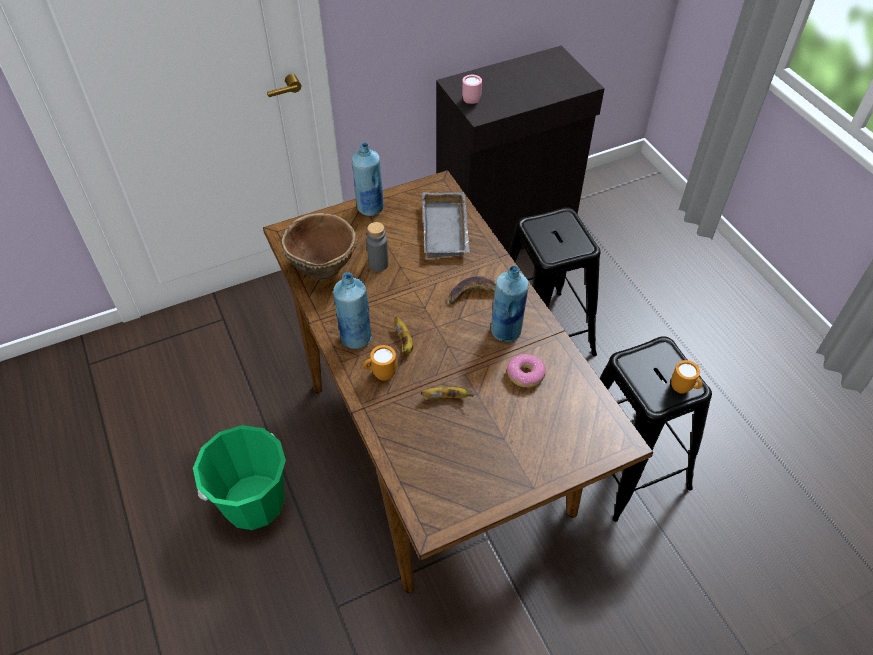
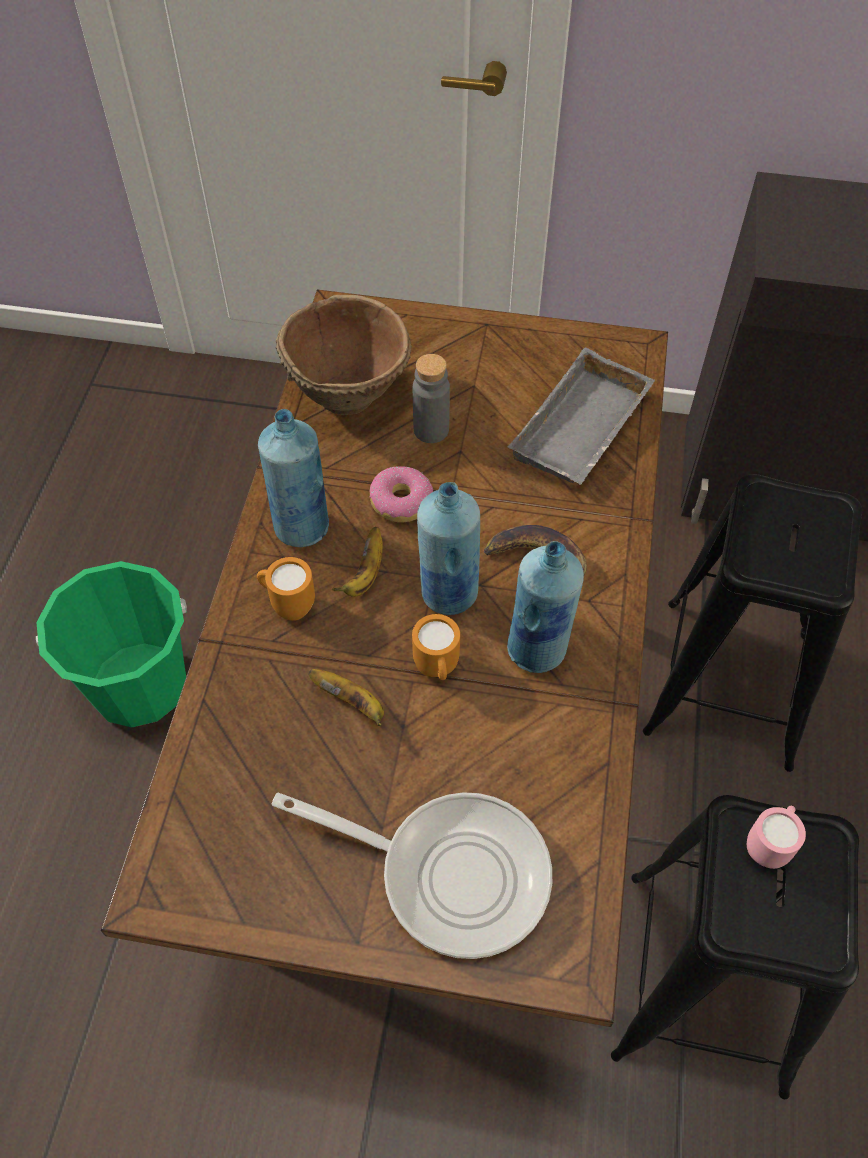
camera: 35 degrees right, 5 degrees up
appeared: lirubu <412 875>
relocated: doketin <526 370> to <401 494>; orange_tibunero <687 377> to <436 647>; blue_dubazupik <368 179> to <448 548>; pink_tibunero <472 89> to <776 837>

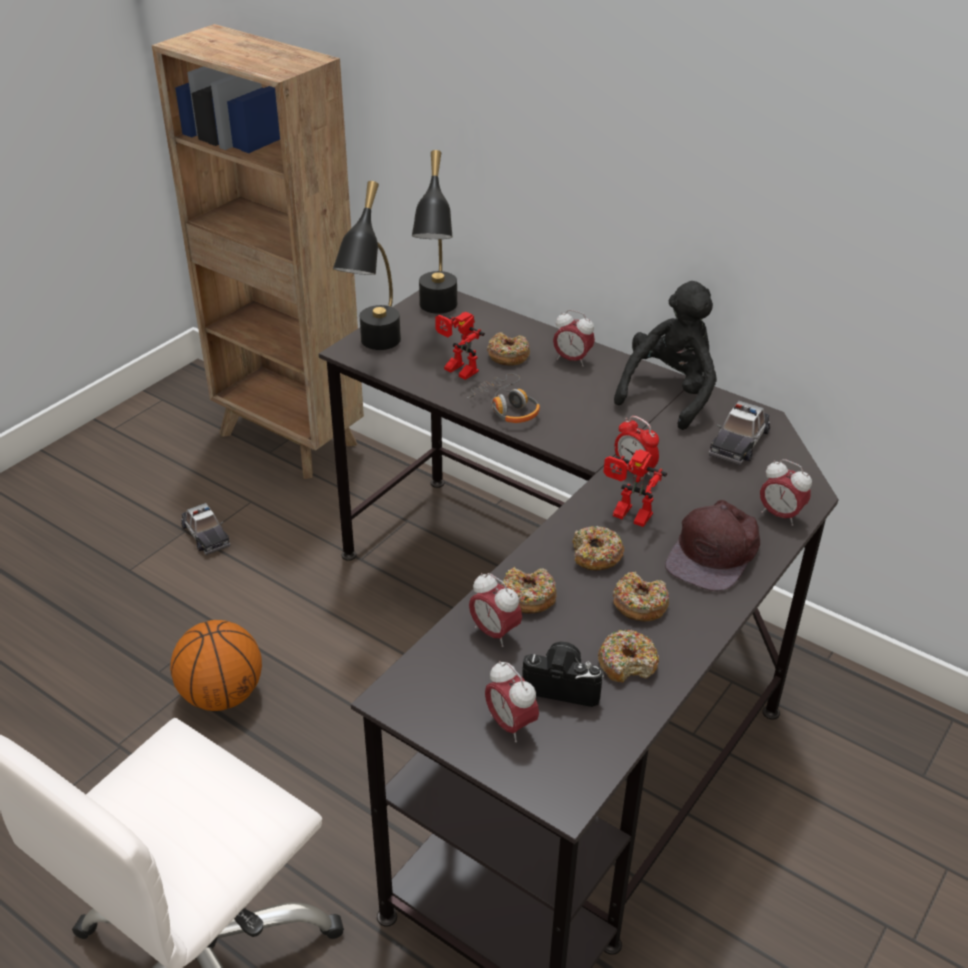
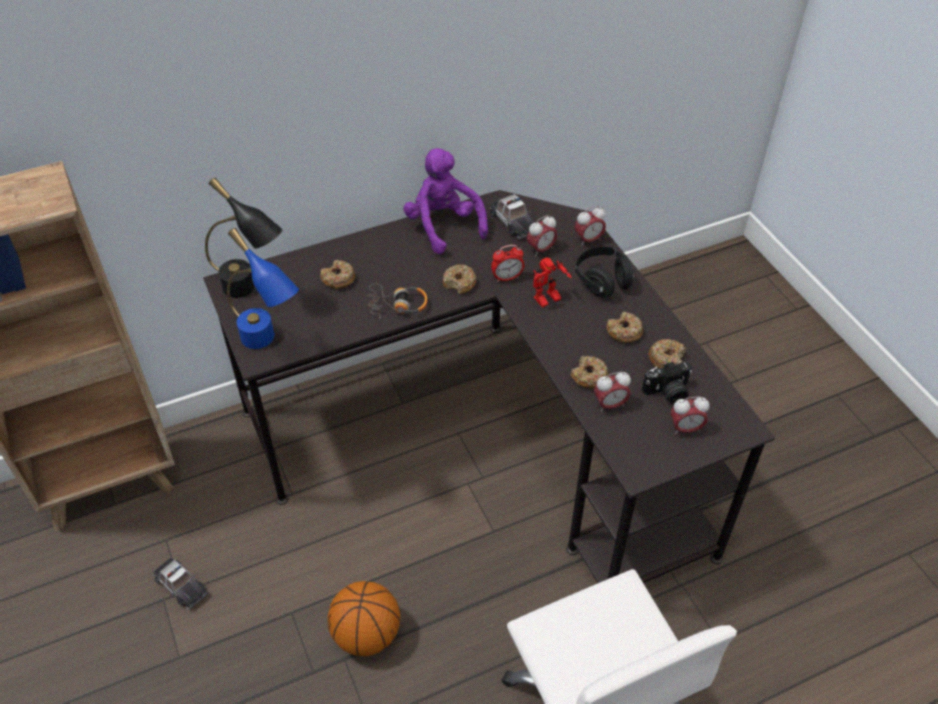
camera: 60 degrees left, 10 degrees up
missing: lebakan <460 346>
relocated: doketin <598 548> to <459 279>; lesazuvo <574 338> to <542 236>
exchanged: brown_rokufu <712 545> to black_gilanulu <605 272>
colour: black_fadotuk <367 265> to blue_fadotuk <263 288>; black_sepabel <665 355> to purple_sepabel <445 201>
spun: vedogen <205 529> = <180 583> 45 degrees clockwise; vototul <563 674> = <667 383> 150 degrees counterclockwise

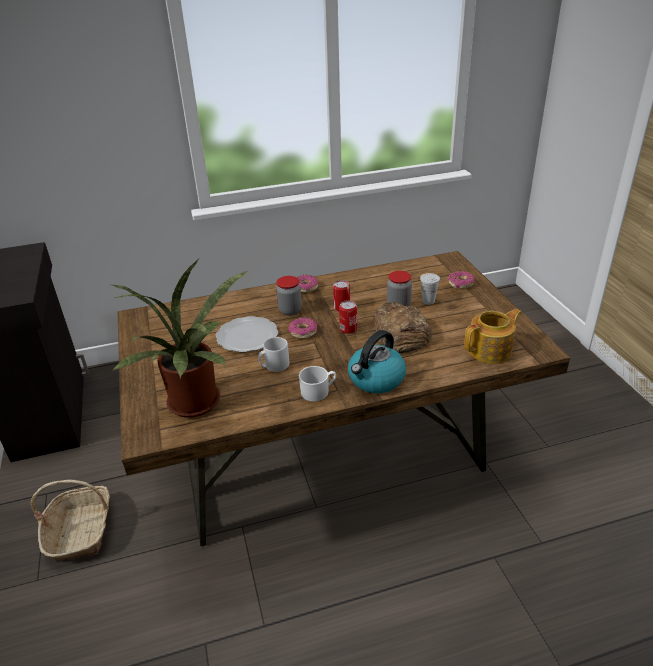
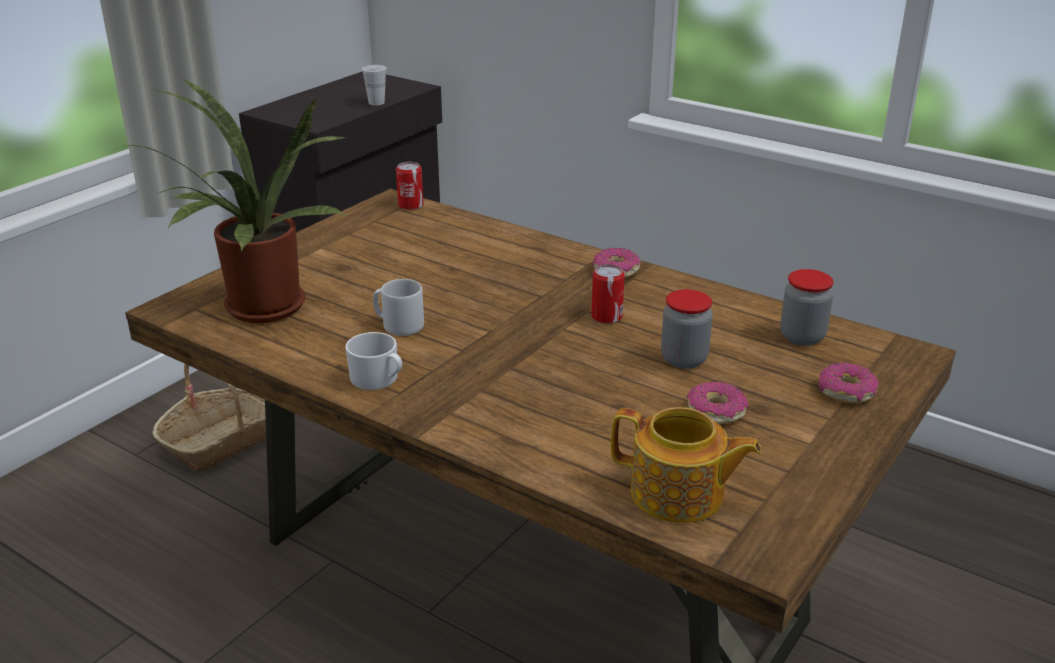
camera: 50 degrees right, 5 degrees down
missing: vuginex <247 334>; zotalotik <377 361>; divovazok <402 327>
relocated: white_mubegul <430 289> to <374 85>; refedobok <348 317> to <409 186>; doketin <303 328> to <717 402>; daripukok <289 296> to <807 307>

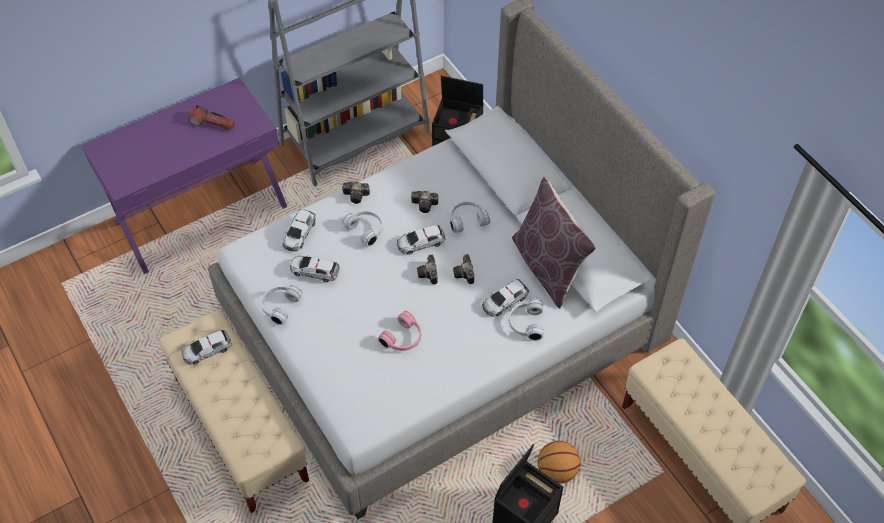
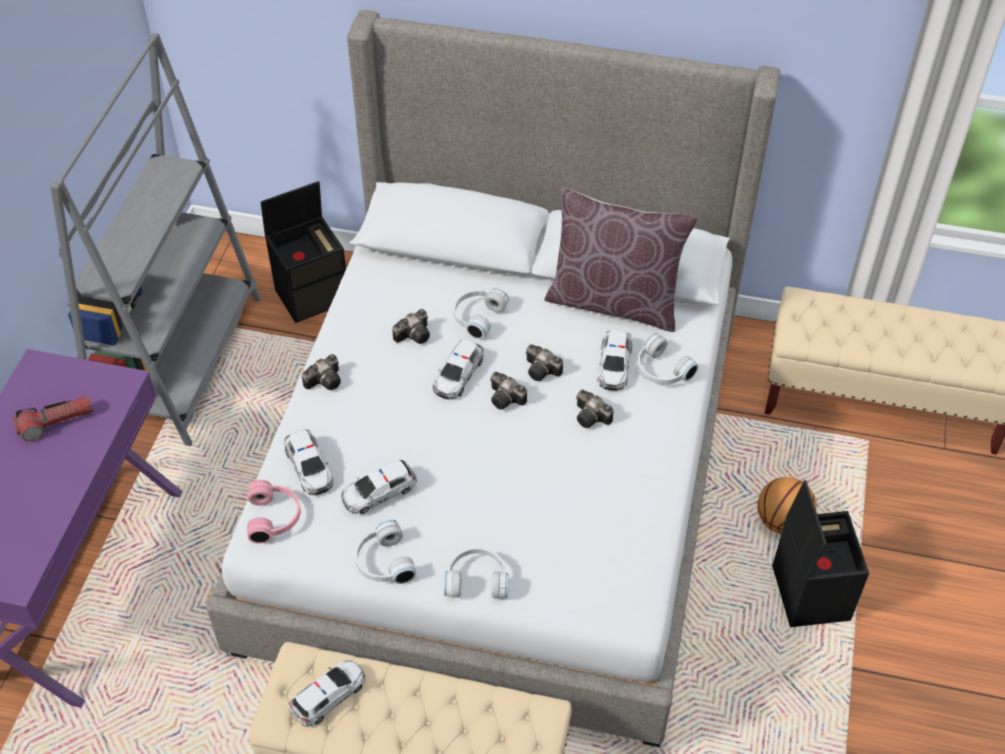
camera: 45 degrees left, 5 degrees down
appeared: vototul <595 409>
relocated: pink_gilanulu <399 331> to <274 512>; white_gilanulu <362 229> to <476 572>
spun: vedogen <207 347> = <326 693> 150 degrees counterclockwise

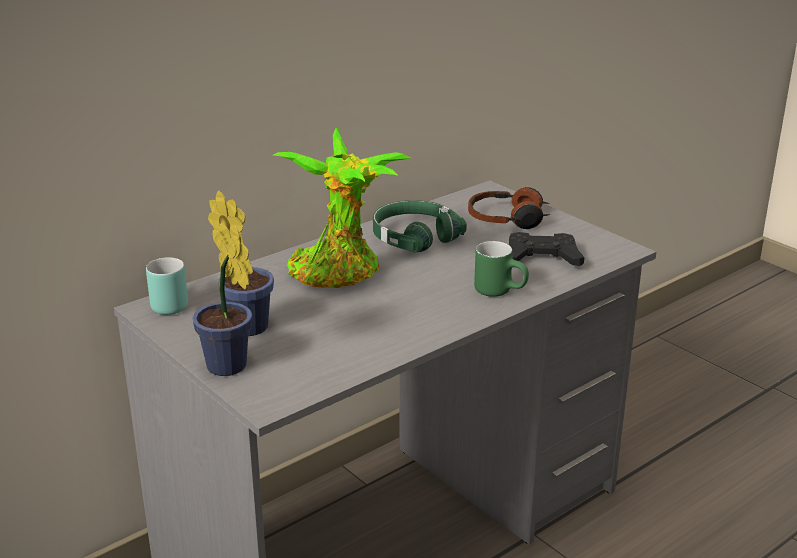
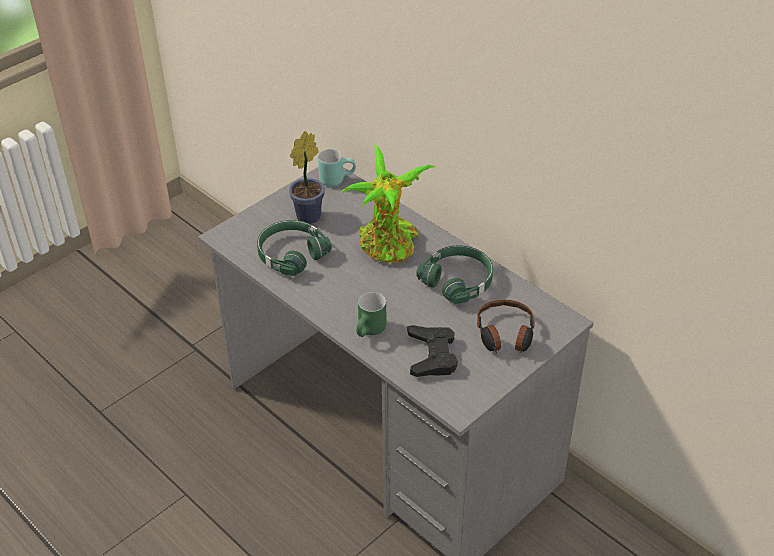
camera: 85 degrees right, 15 degrees up
missing: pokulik <222 299>
appeared: green_gilanulu <294 248>

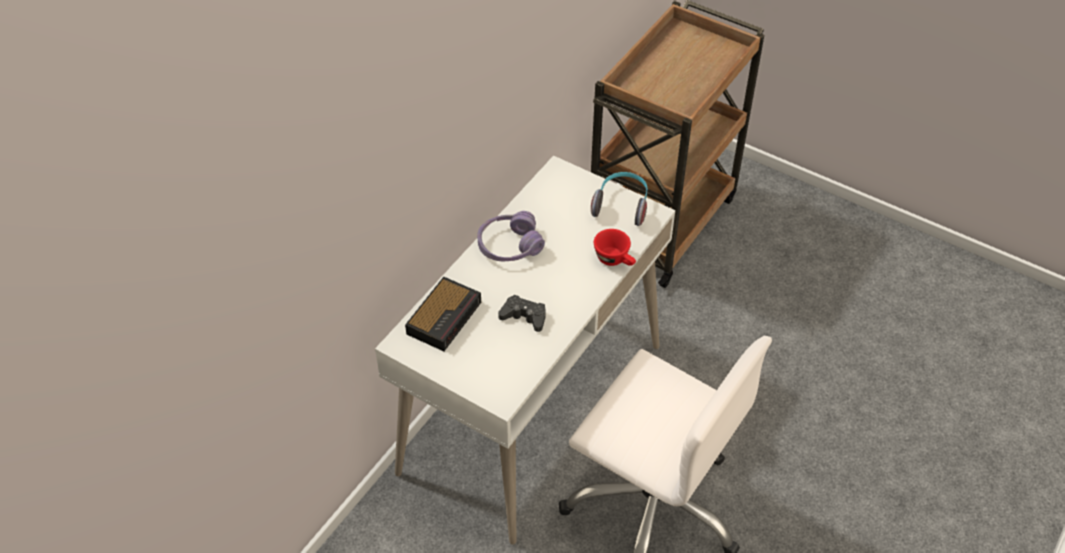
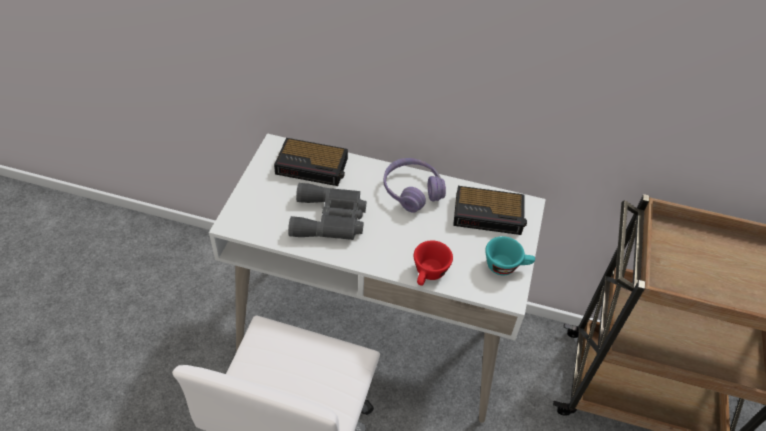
camera: 70 degrees right, 0 degrees up
appeared: lesazuvo <490 210>
exchanged: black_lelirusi <522 313> to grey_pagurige <327 211>; gilanulu <619 199> to turquoise_mubegul <510 256>

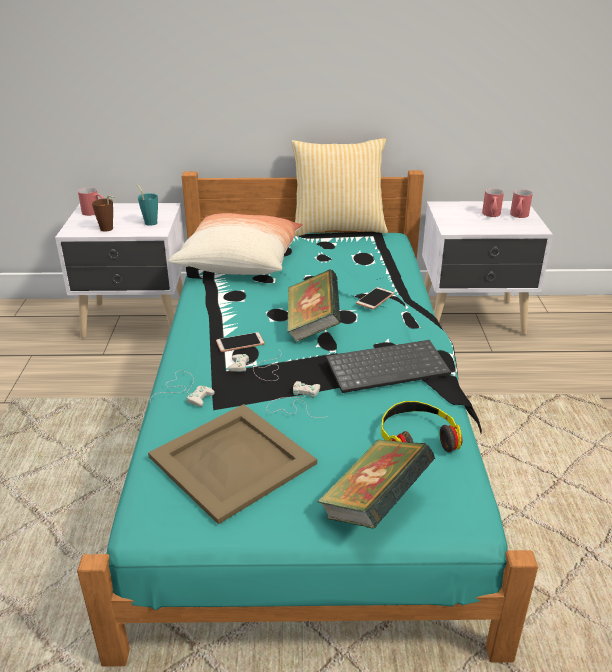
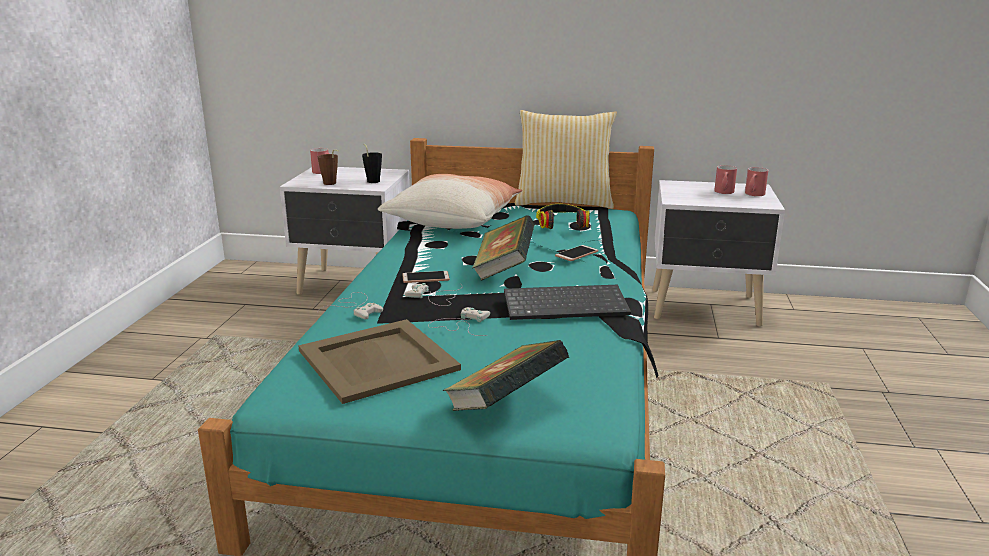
camera: 10 degrees right, 10 degrees down
relocated: gilanulu <421 426> to <562 216>
colour: turquoise_mubegul <147 205> to black_mubegul <372 163>

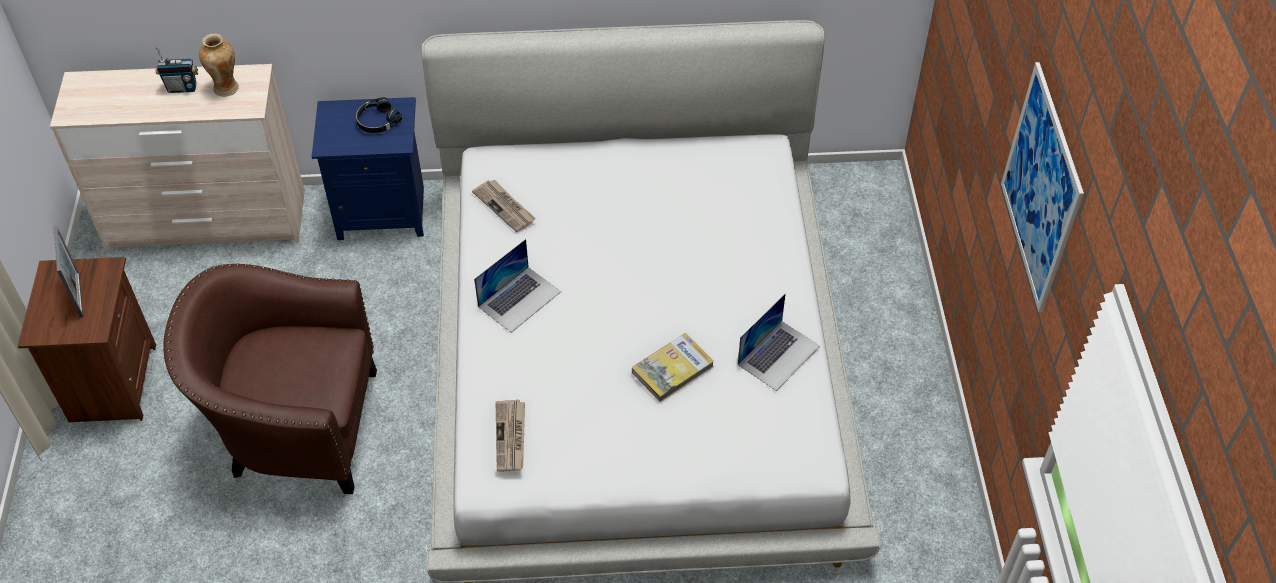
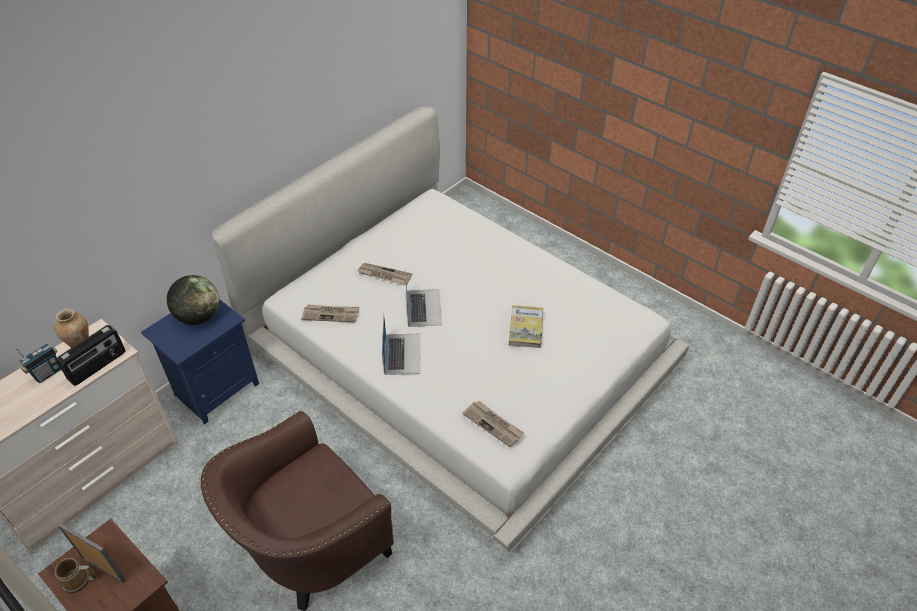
camera: 45 degrees left, 5 degrees down
missing: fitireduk <1042 187>
appeared: tibunero <76 575>; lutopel <90 355>; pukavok <384 274>
relocated: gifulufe <779 342> to <423 298>
exchanged: black_gilanulu <379 115> to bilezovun <193 300>

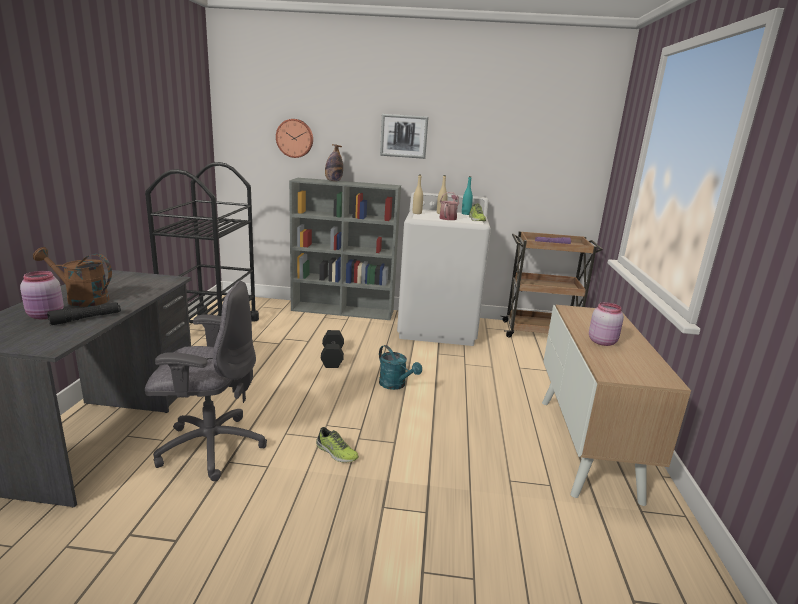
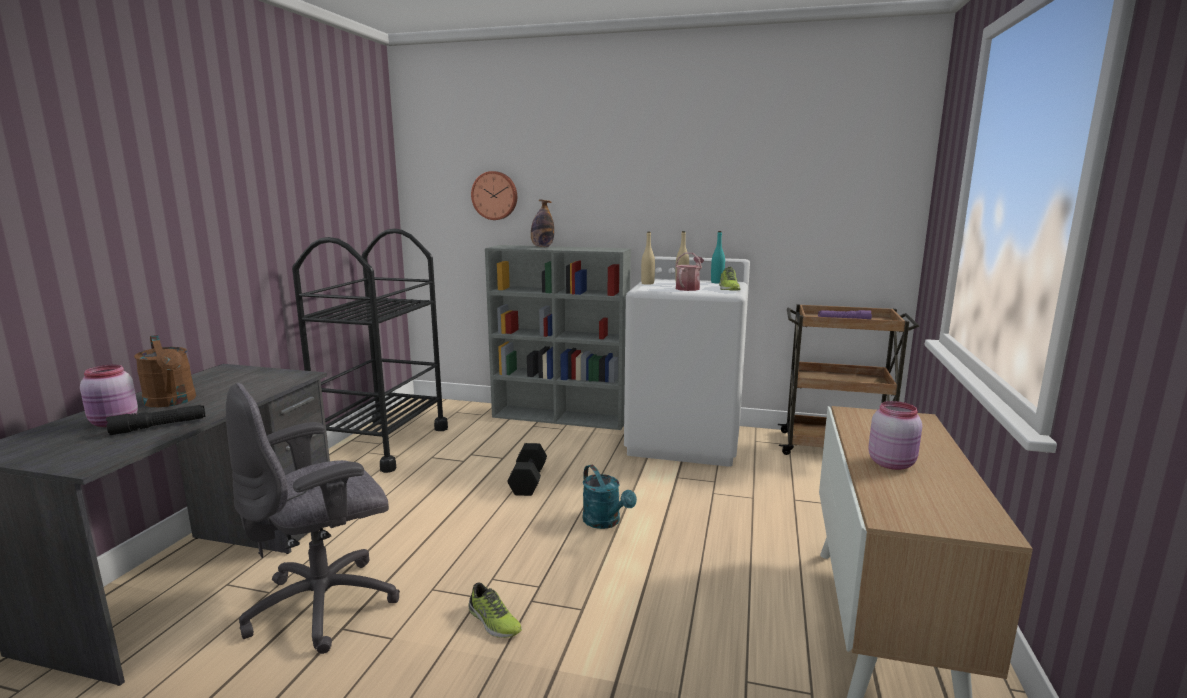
camera: 10 degrees right, 5 degrees down
missing: fitireduk <404 136>
spun: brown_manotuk <72 277> = <165 371> 150 degrees counterclockwise; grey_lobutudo <206 381> = <313 518> 135 degrees clockwise

